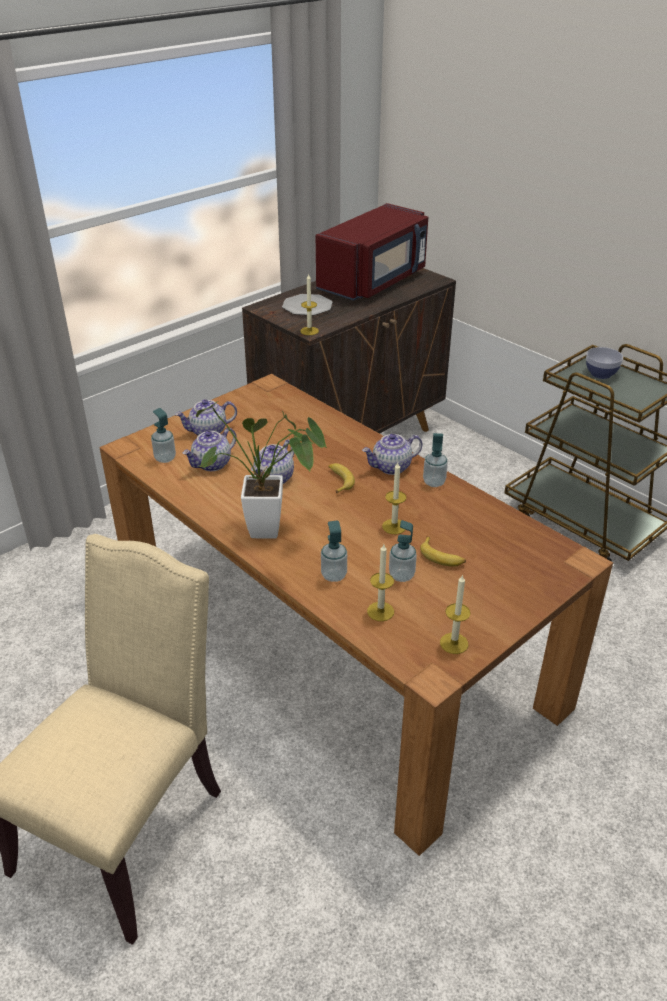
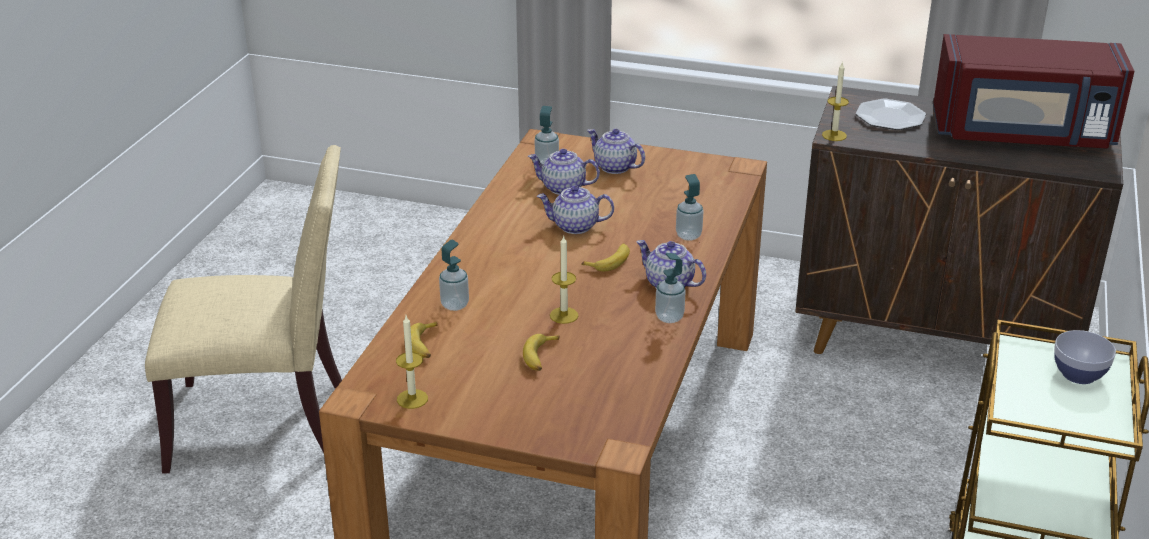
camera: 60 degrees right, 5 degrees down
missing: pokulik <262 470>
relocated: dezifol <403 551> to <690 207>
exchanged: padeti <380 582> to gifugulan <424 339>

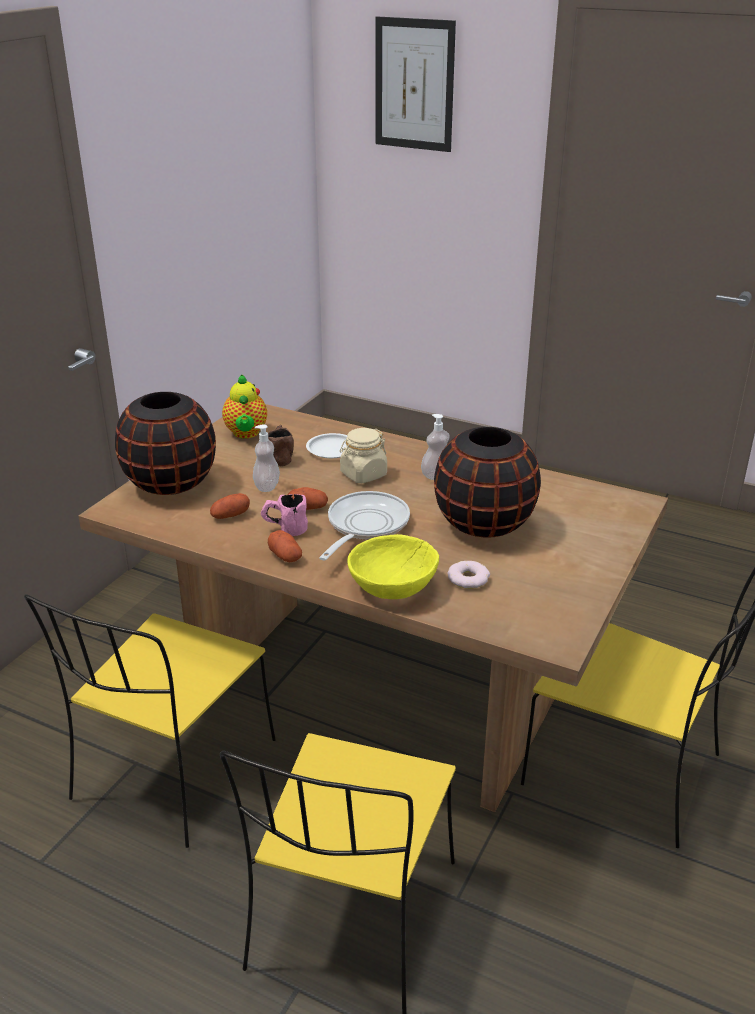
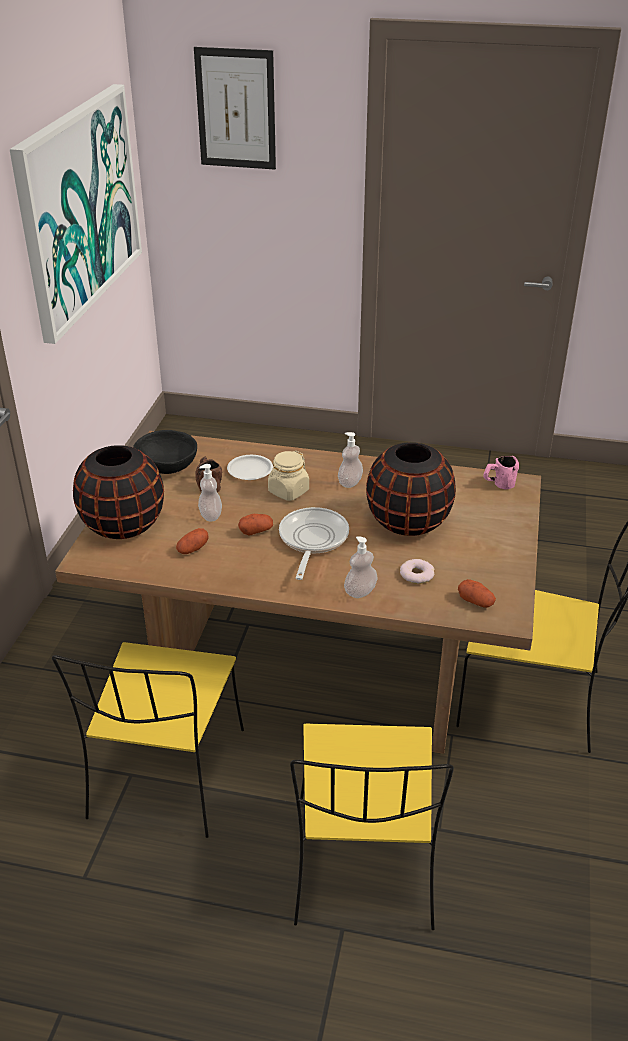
camera: 15 degrees left, 5 degrees up
appeared: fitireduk <75 214>
relocated: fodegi <285 546> to <477 593>; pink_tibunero <284 515> to <501 472>
exchanged: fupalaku <244 406> to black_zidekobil <165 452>; yellow_zidekobil <393 566> to dezifol <361 567>

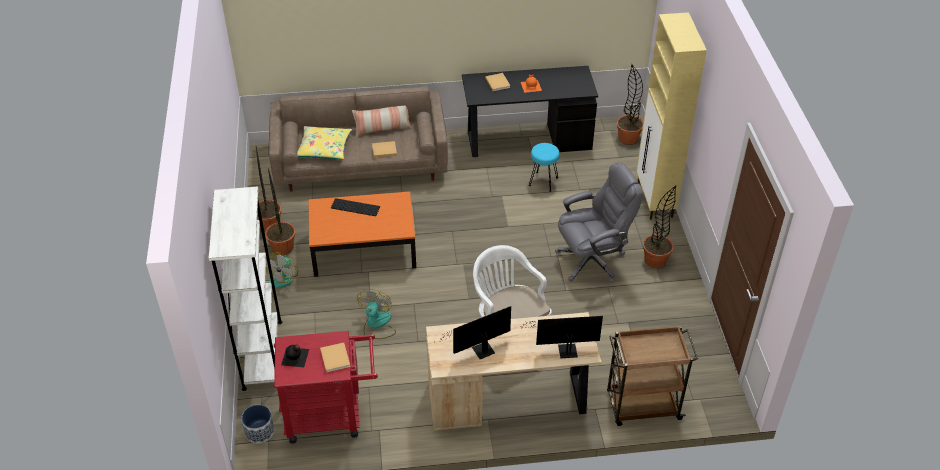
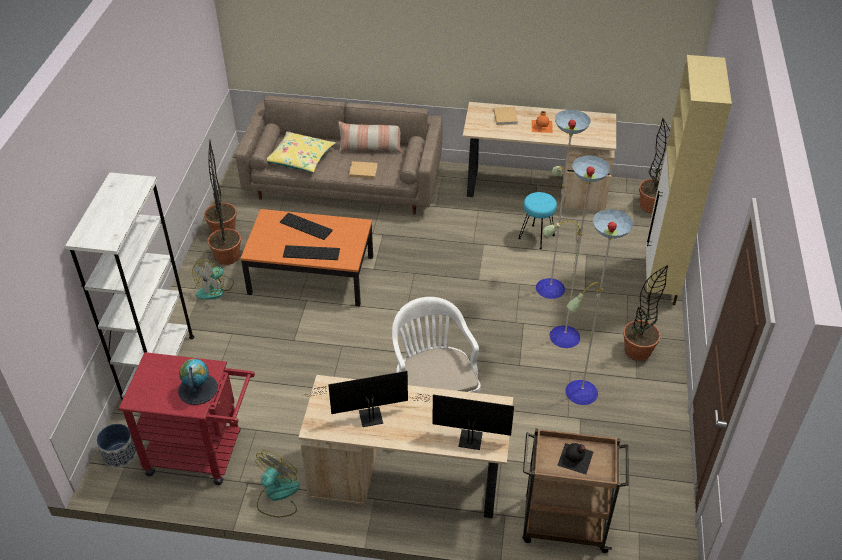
camera: 15 degrees right, 0 degrees up
appeared: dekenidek <311 252>
relocated: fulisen <376 314> to <277 483>; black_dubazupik <295 356> to <575 458>
exchanged: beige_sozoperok <335 357> to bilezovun <198 382>; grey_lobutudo <599 222> to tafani <584 257>
colour: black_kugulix <530 111> to beige_kugulix <539 156>

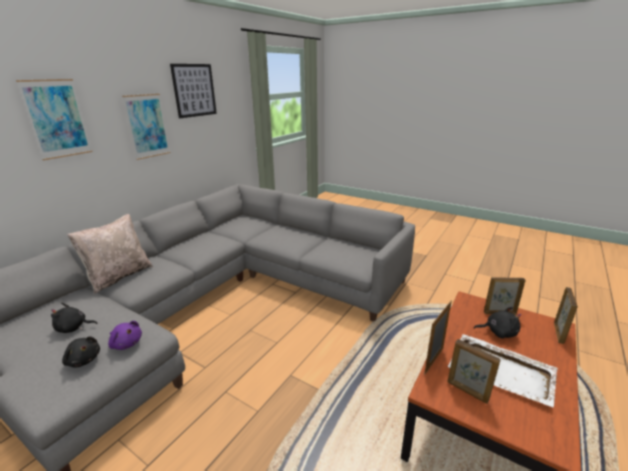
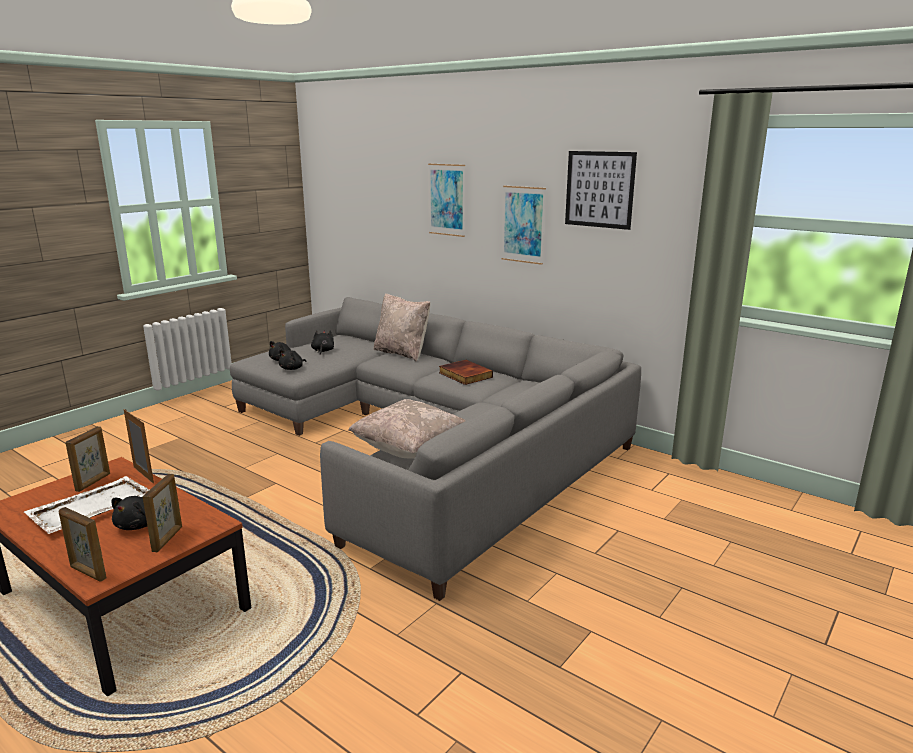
camera: 95 degrees right, 5 degrees down
appeared: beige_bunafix <407 429>; sozoperok <466 372>
colour: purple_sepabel <125 335> to black_sepabel <292 359>
spun: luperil <474 371> = <87 459> 150 degrees clockwise

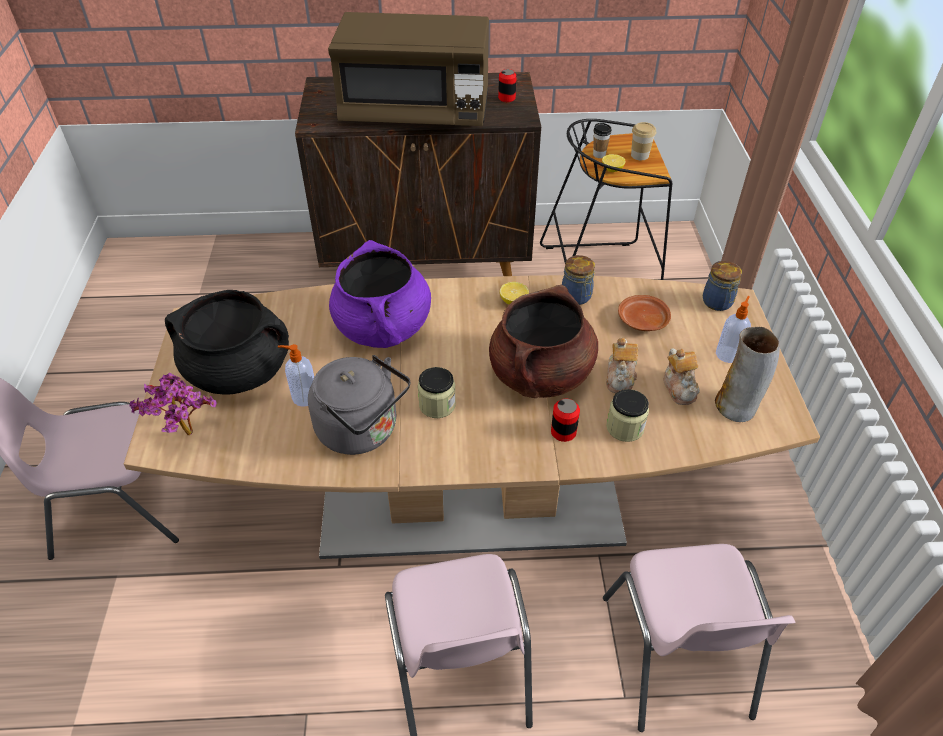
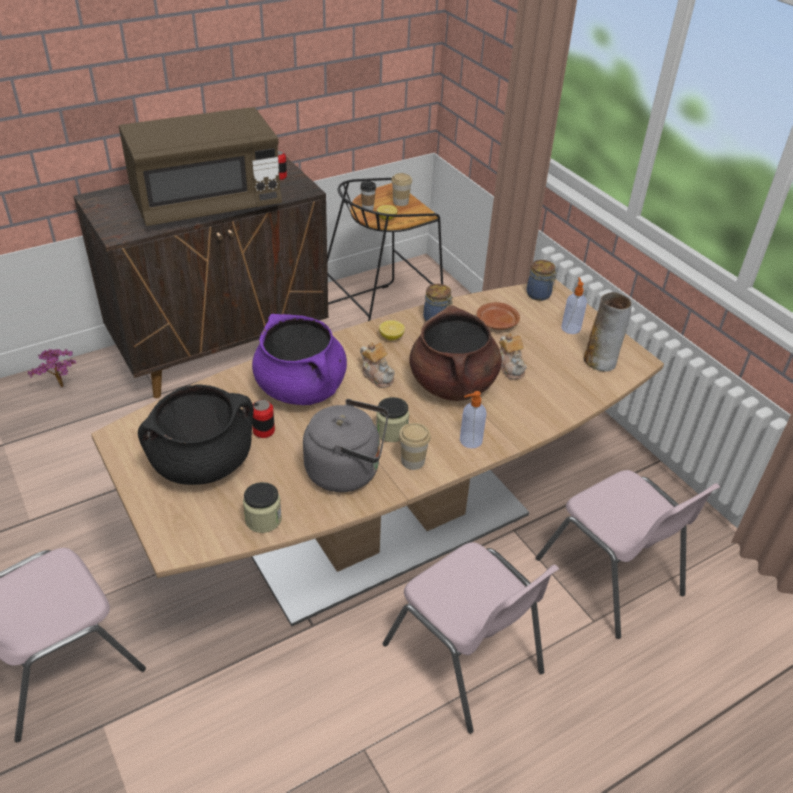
camera: 30 degrees left, 5 degrees down
appeared: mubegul <415 446>
relocated: pokulik <173 404> to <52 368>; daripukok <627 415> to <262 507>; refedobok <565 420> to <263 419>; fupalaku <681 376> to <377 365>; dezifol <296 375> to <473 419>

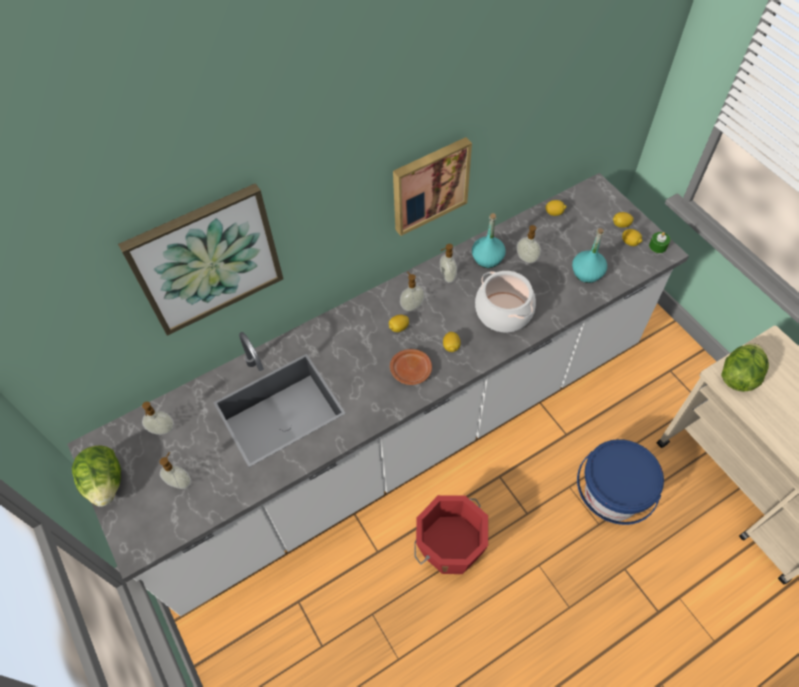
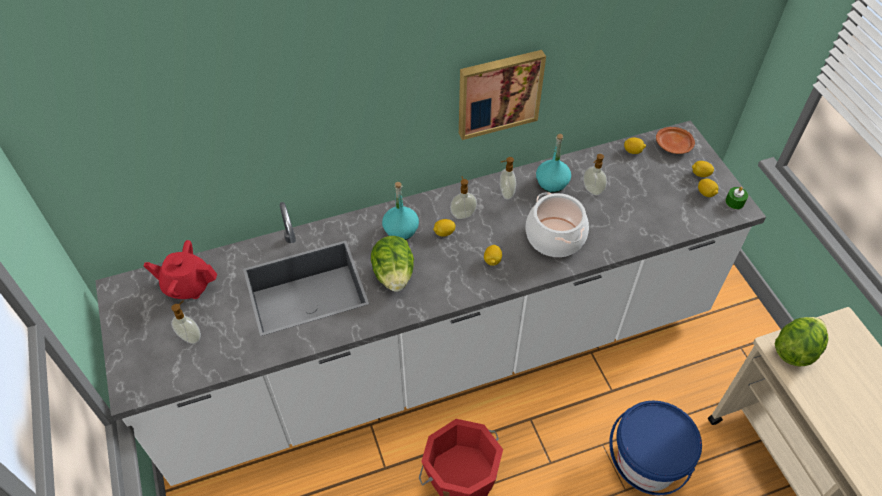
camera: 10 degrees right, 5 degrees down
missing: fitireduk <200 259>
relocated: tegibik <96 476> to <392 264>; turquoise_dubazupik <589 255> to <400 211>; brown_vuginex <411 367> to <675 140>
exchanged: dezifol <158 418> to red_fupalaku <181 269>

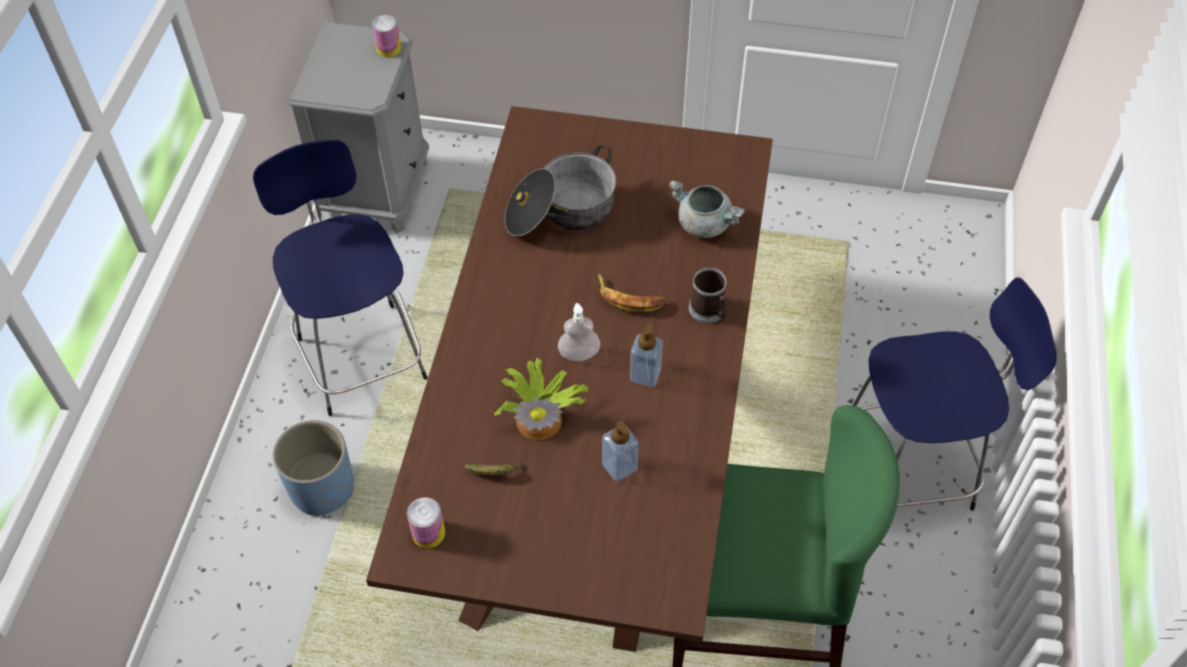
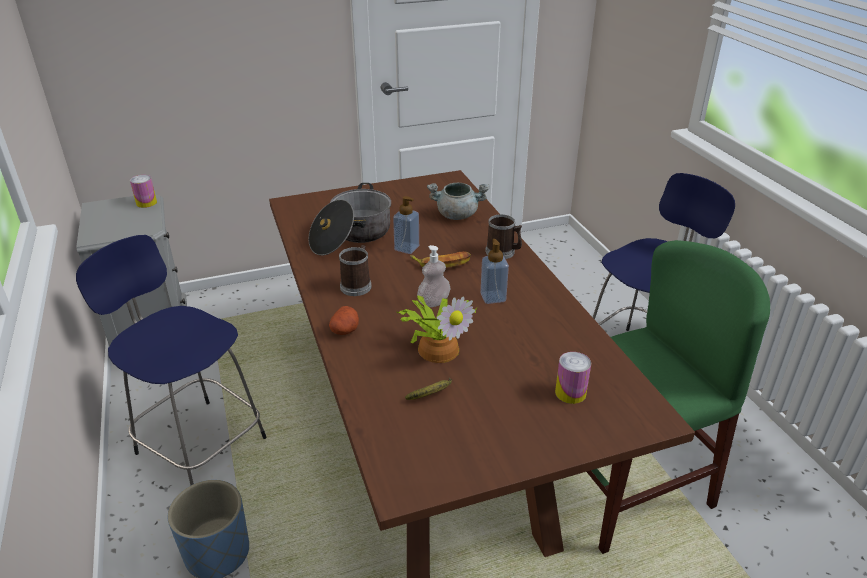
camera: 30 degrees left, 20 degrees down
appeared: fodegi <344 320>; tibunero <355 270>
relocated: dezifol <620 451> to <406 225>; refedobok <426 522> to <573 378>

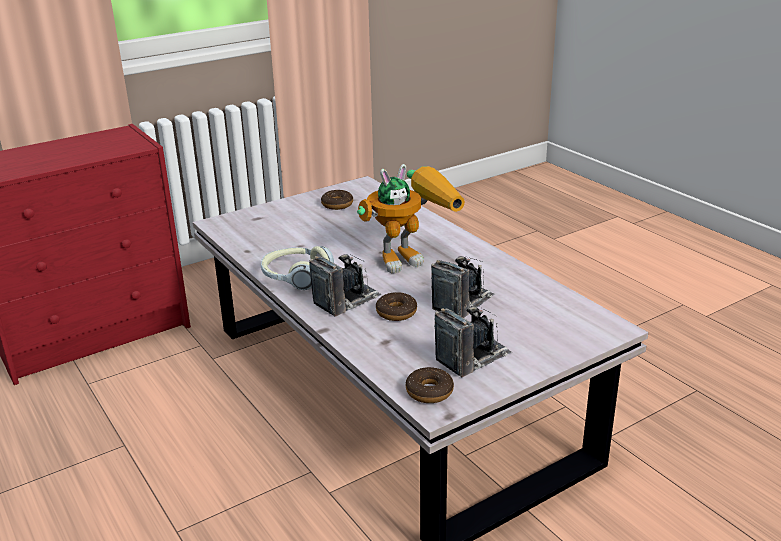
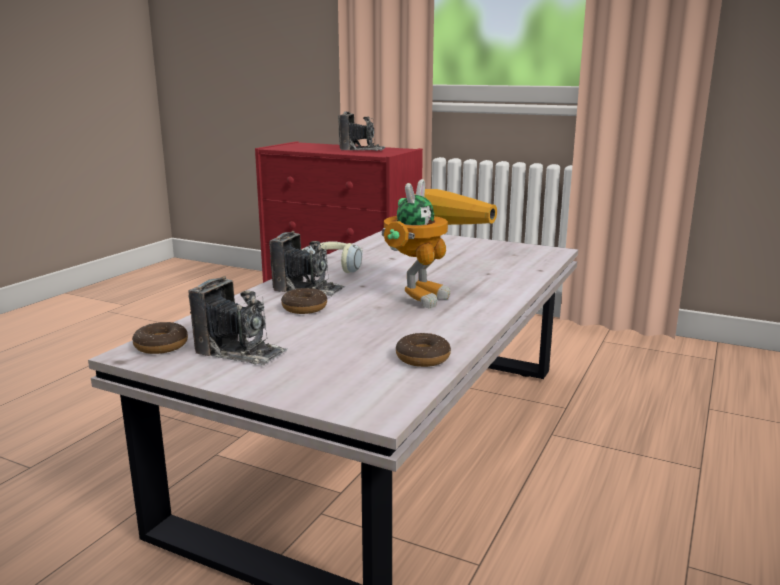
camera: 60 degrees right, 10 degrees down
relocated: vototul <463 287> to <361 131>; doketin <337 200> to <423 350>
spun: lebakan <411 219> = <439 244> 90 degrees counterclockwise

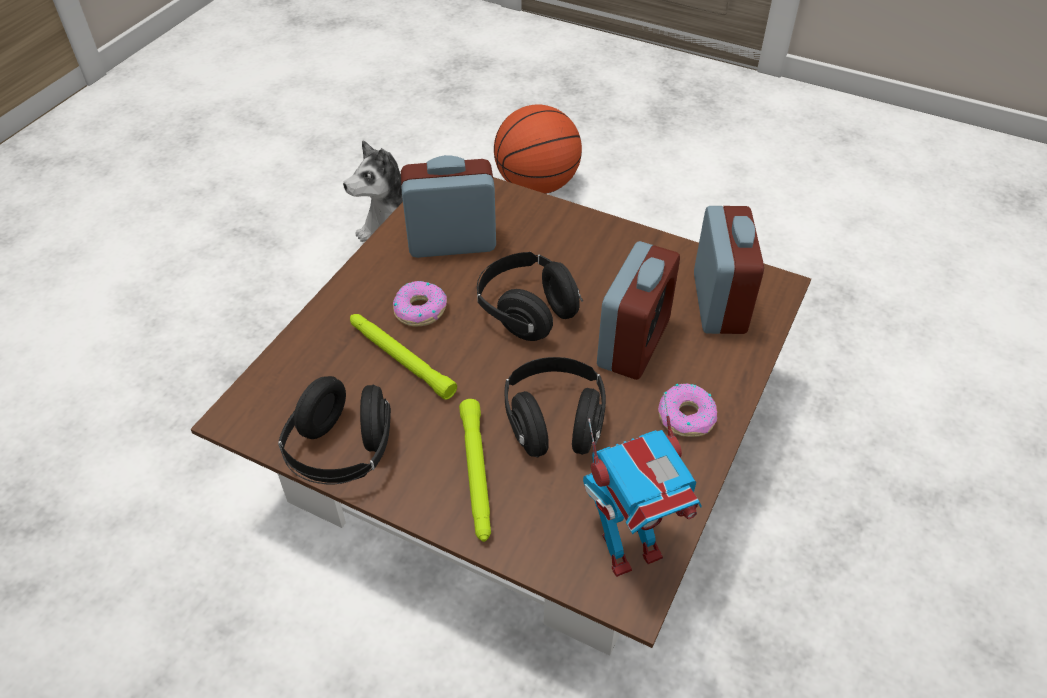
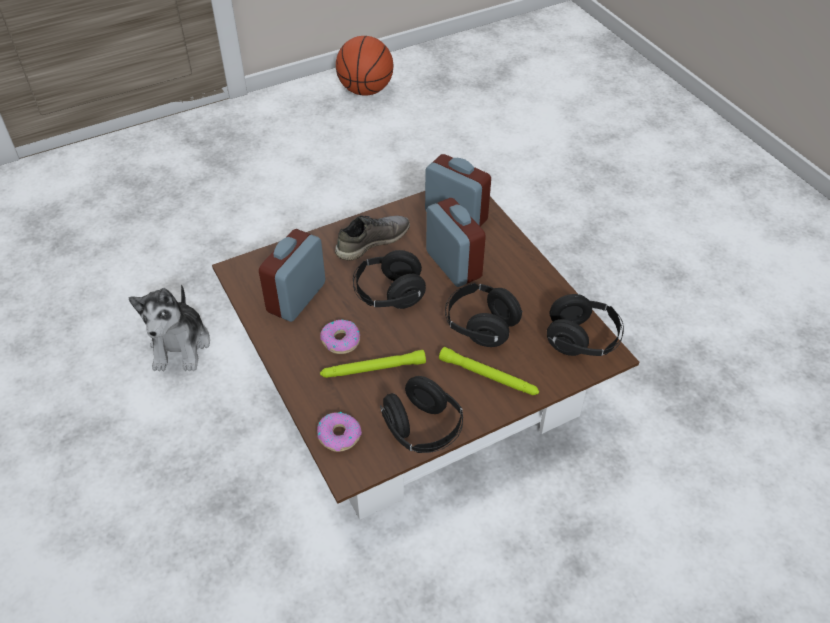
camera: 55 degrees left, 0 degrees up
appeared: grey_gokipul <372 237>
relocated: doketin <687 410> to <339 432>; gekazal <538 149> to <365 66>
exchanged: lebakan <642 485> to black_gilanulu <585 325>

